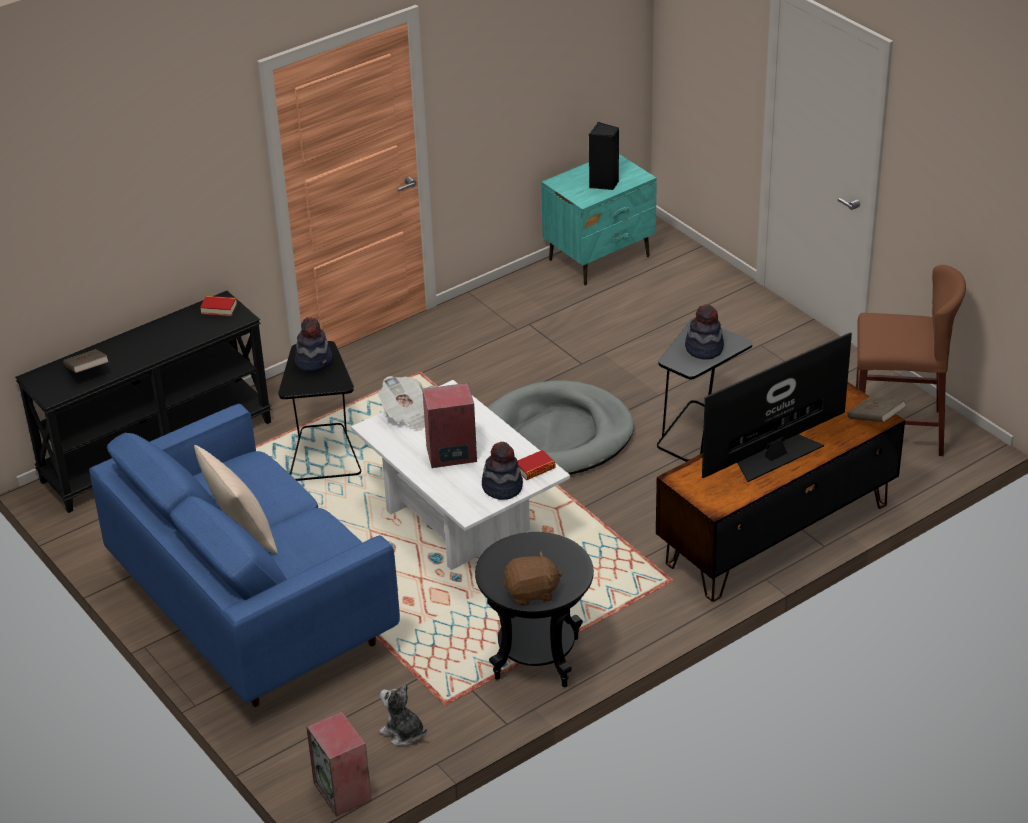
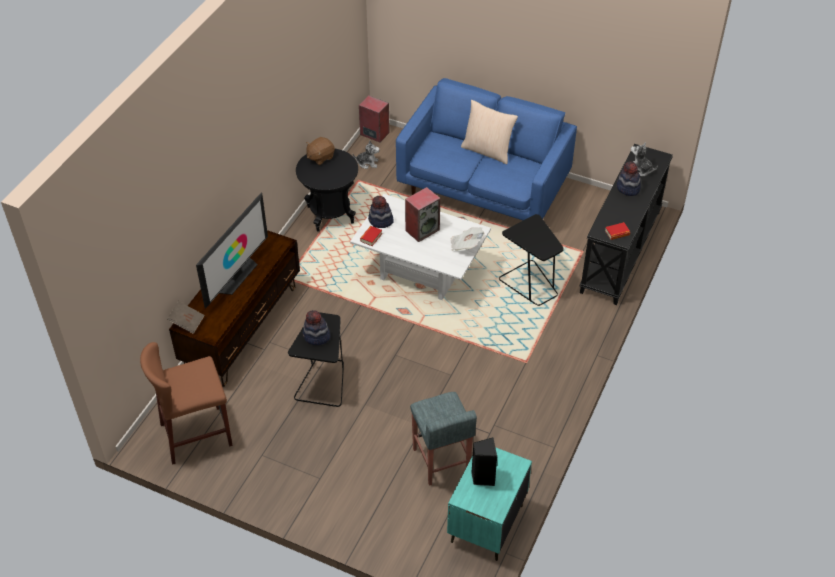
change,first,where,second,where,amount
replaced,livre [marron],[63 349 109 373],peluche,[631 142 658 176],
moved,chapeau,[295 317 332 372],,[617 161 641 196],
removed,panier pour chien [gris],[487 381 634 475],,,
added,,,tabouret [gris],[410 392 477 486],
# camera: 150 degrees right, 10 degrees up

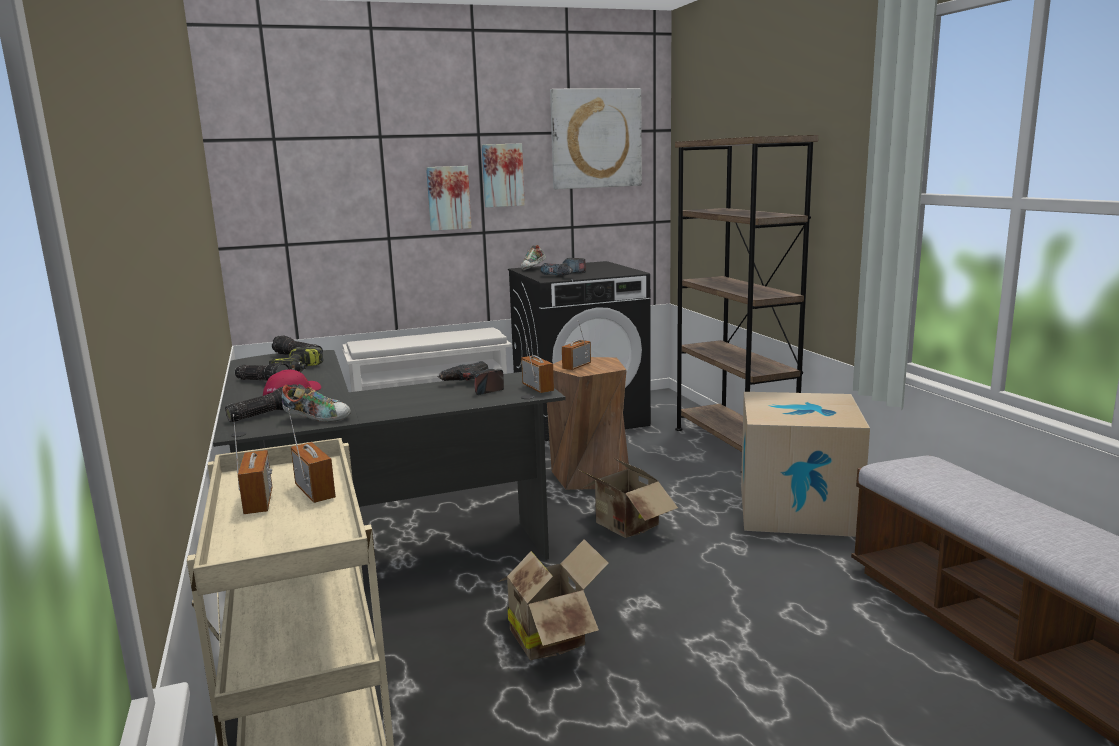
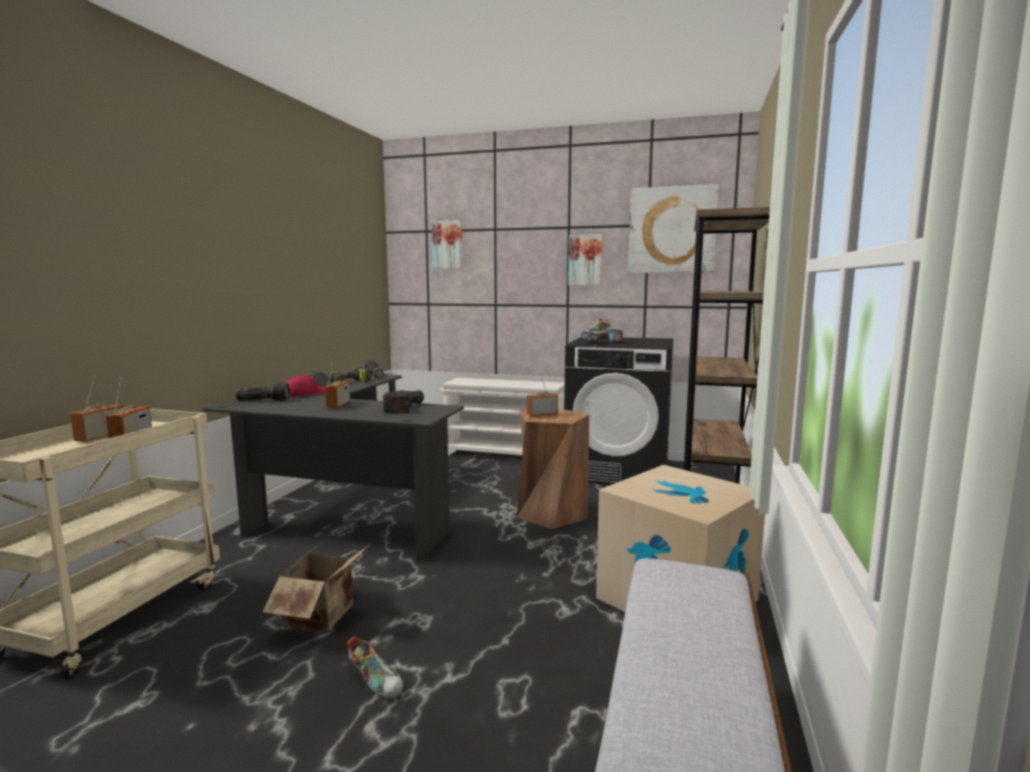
change,first,where,second,where,amount
moved,chaussure,[282 384 351 422],,[347 636 403 698],
moved,tableau,[426 166 472 231],,[432 220 463 269],
moved,radio,[521 329 554 393],,[325 362 350 408],
removed,carton,[579 458 678 538],,,
# camera: 35 degrees right, 5 degrees down

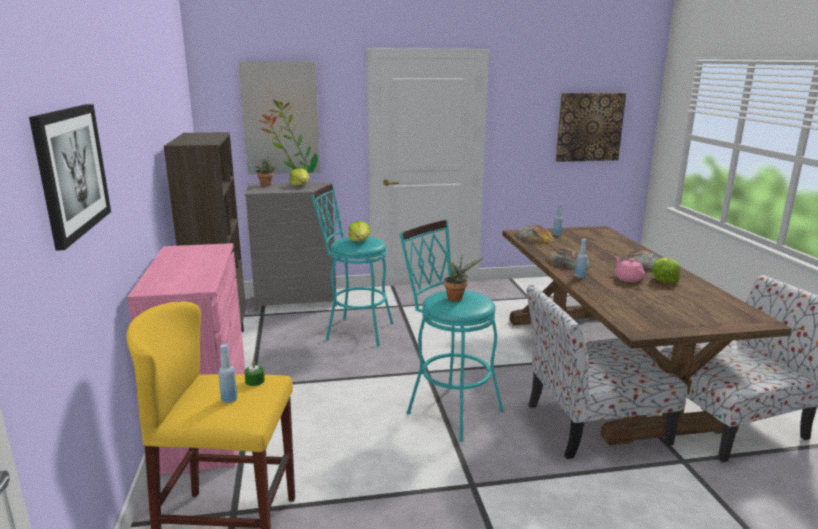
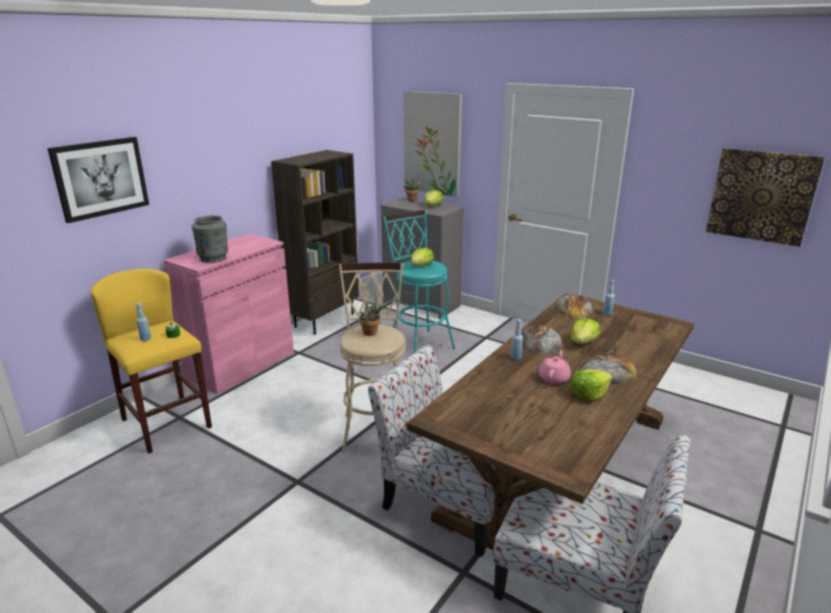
change,first,where,second,where,amount
recoloured,tabouret [turquoise],[399 220 504 441],tabouret [beige],[339 263 405 453],
added,,,vase [gris],[192 215 228 263],
added,,,laitue,[571 318 601 344],
# camera: 45 degrees right, 5 degrees up

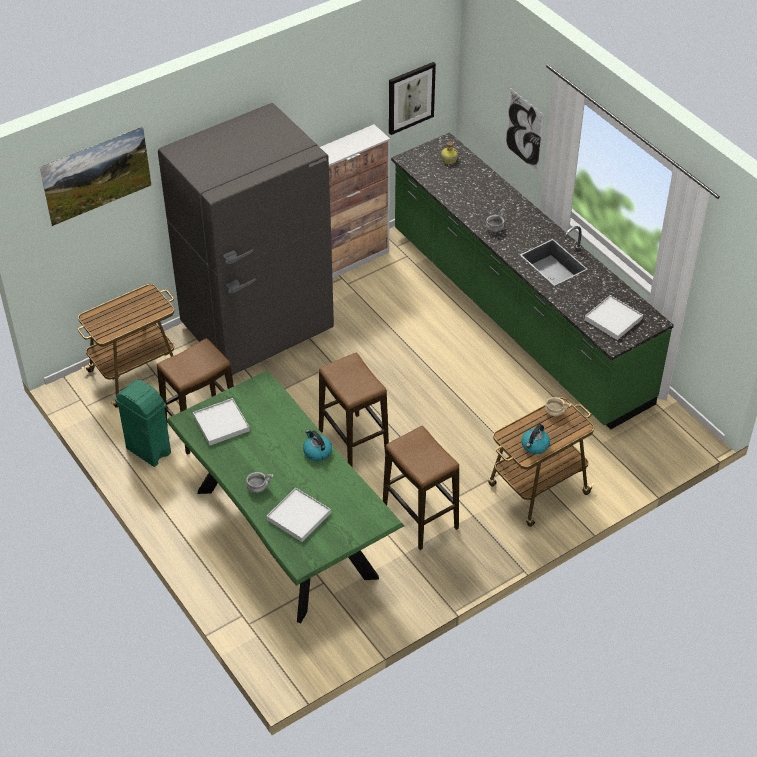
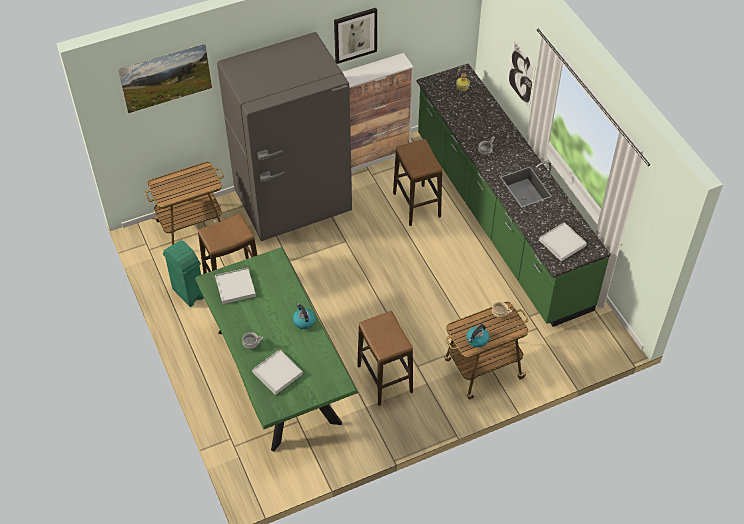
change,first,where,second,where,amount
moved,tabouret,[319 353 389 467],,[393 139 442 226],
moved,tableau,[389 62 436 135],,[334 8 377 64],
# camera: 10 degrees right, 5 degrees up

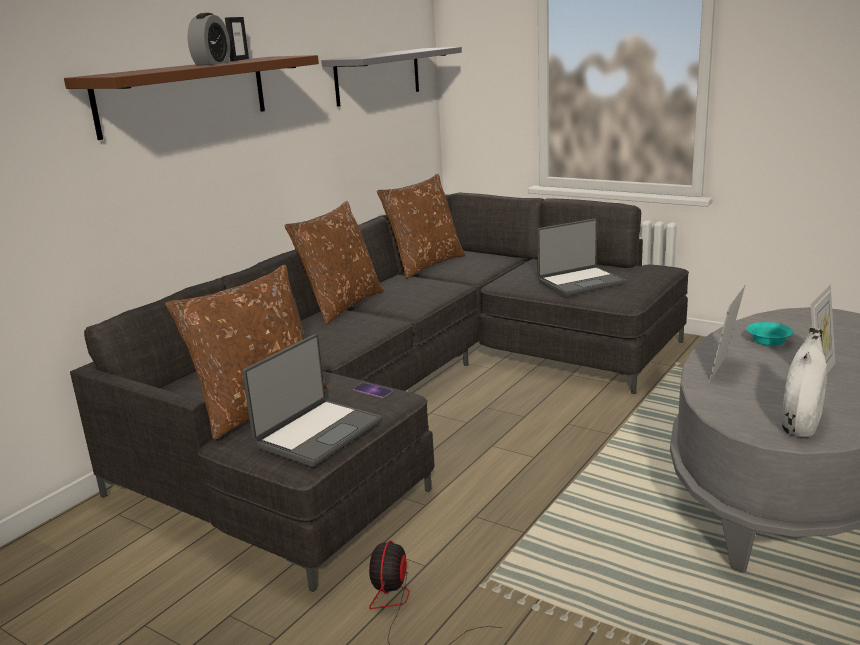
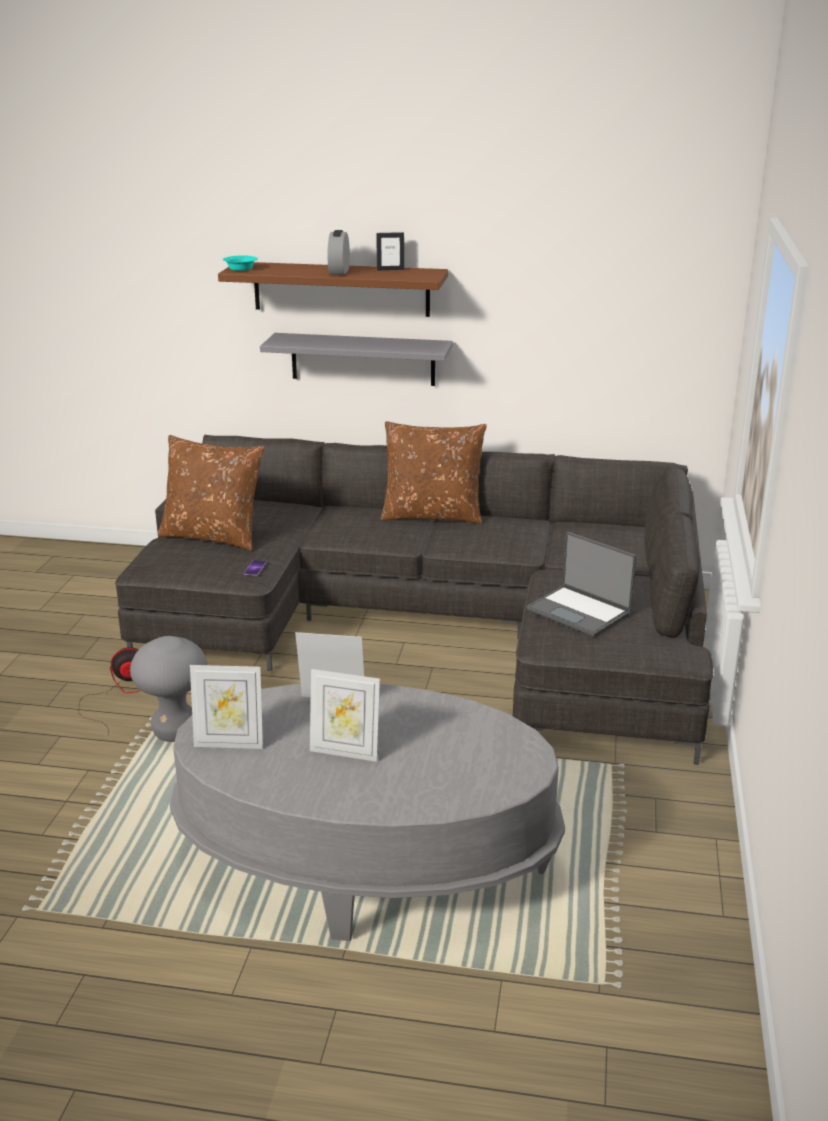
change,first,where,second,where,amount
turned,réveil,[187 13 230 66],,[327 230 350 275],105 degrees clockwise
removed,ordinateur portable,[242 334 381 467],,,
moved,étagère [gris],[321 47 462 107],,[260 333 453 386],
removed,coussin [marron],[377 174 465 279],,,
moved,bol [turquoise],[747 322 793 346],,[223 255 258 271],
replaced,vase [blanc],[782 328 827 437],cadre photo,[190 665 263 749],
added,,,tabouret [gris],[130 636 207 742],
# camera: 65 degrees right, 5 degrees up

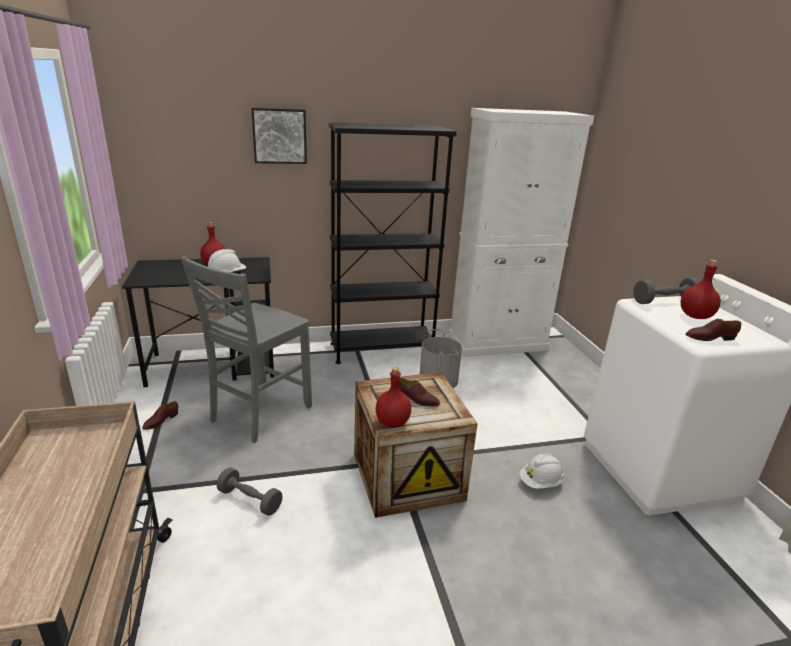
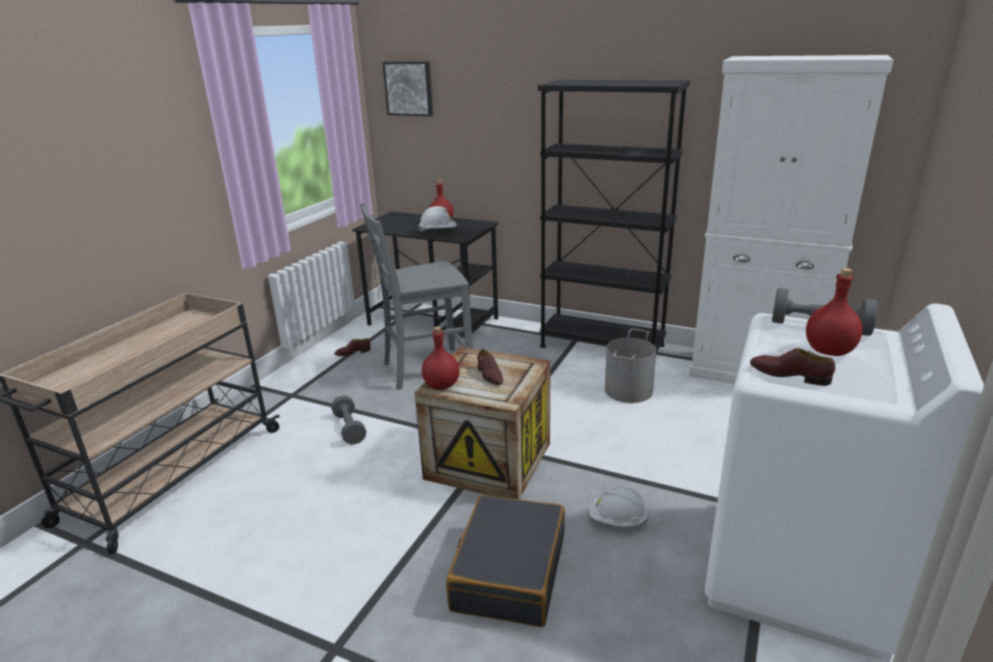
change,first,where,second,where,amount
moved,tableau,[251 108 307 164],,[383 62 433 116],
added,,,valise [noir],[446 495 565 627],
# camera: 40 degrees right, 0 degrees up

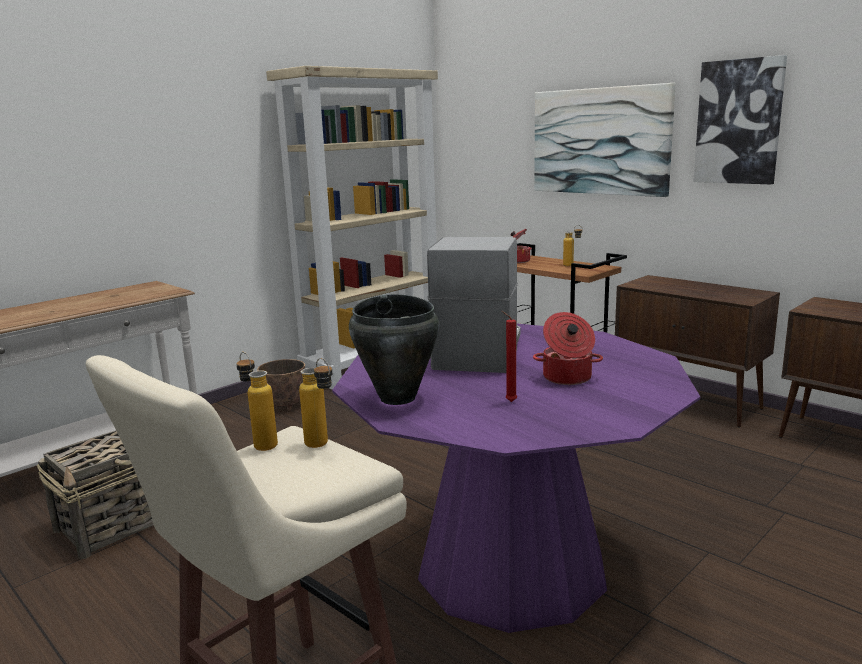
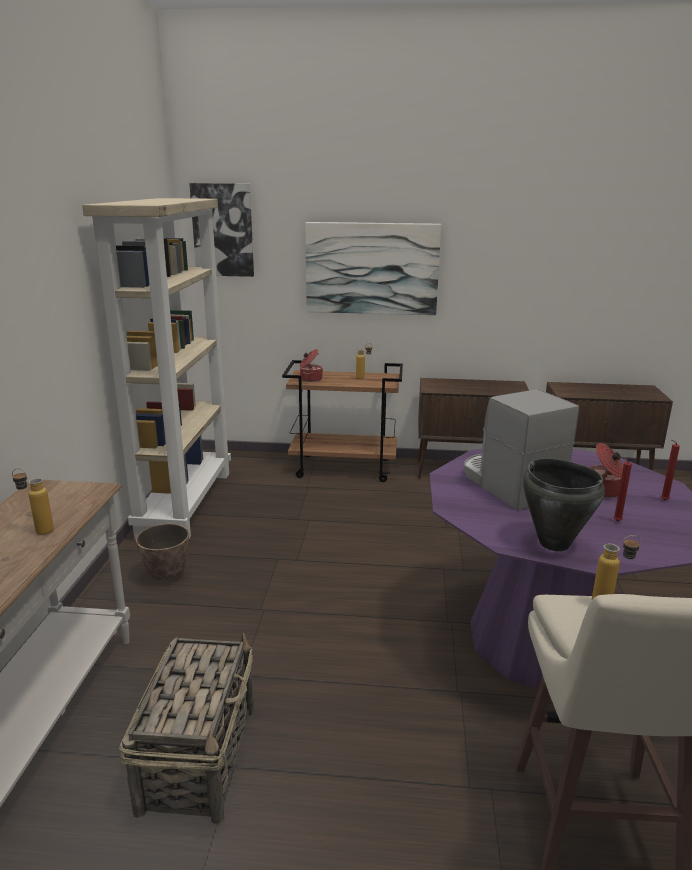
change,first,where,second,where,amount
moved,bouteille,[236 352 278 451],,[12 468 54 535],
moved,tableau,[693 55 787 184],,[189 183 254 277],
added,,,bougie [rouge],[661 440 680 501],
# camera: 40 degrees left, 5 degrees up

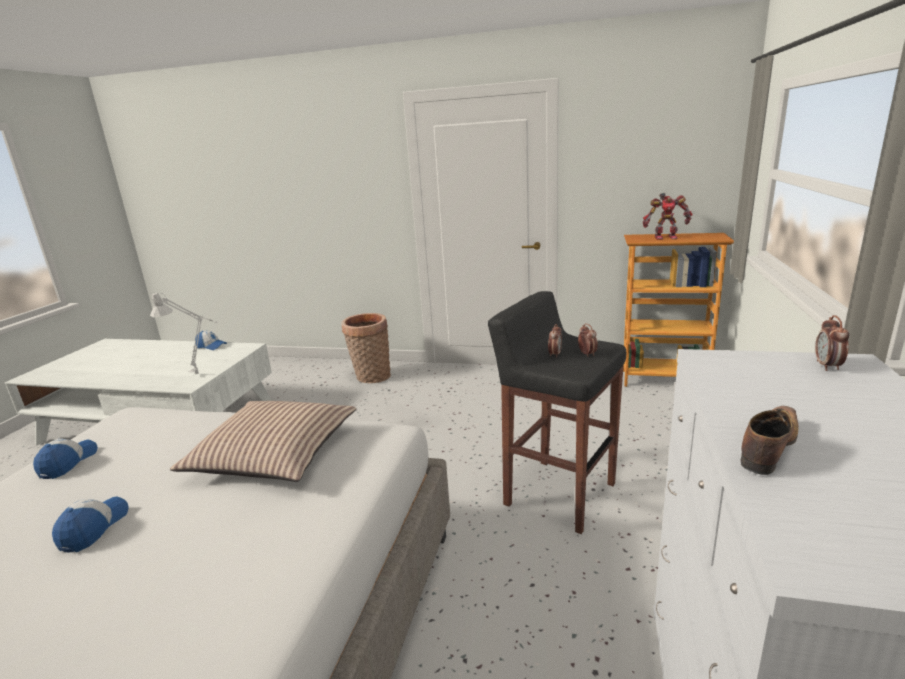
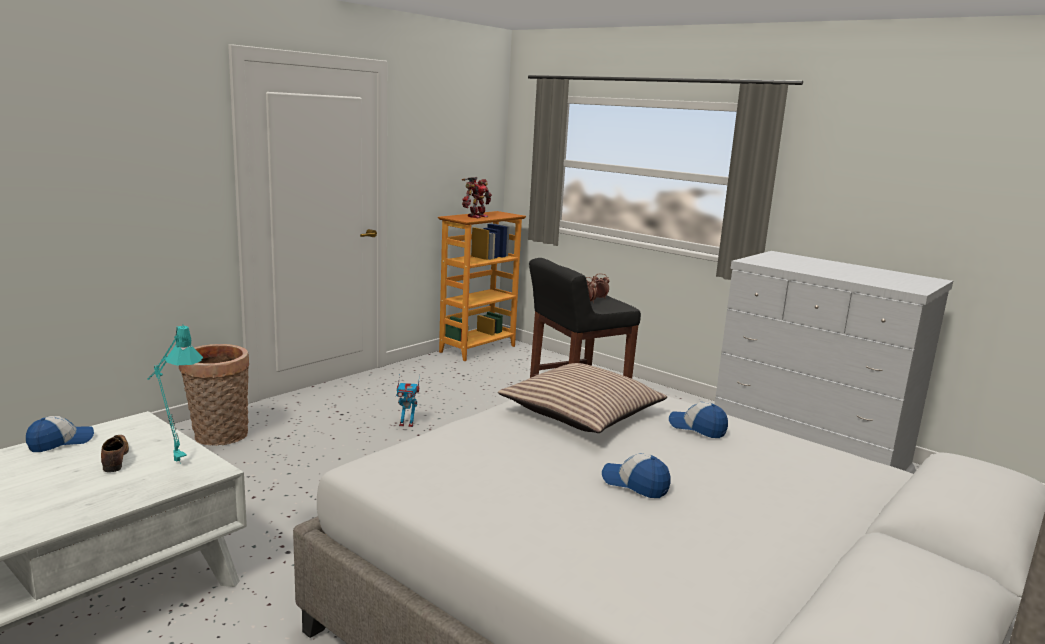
change,first,where,second,where,amount
moved,casquette,[33 439 98 479],,[669 402 728 438],
recoloured,lampe de table [gris],[150 292 218 374],lampe de table [turquoise],[147 324 203 464],
moved,chaussure,[740 406 798 475],,[101 435 129 472],
removed,réveil,[815 315 849 371],,,
added,,,robot jouet,[396 373 420 427],
# camera: 65 degrees left, 5 degrees down

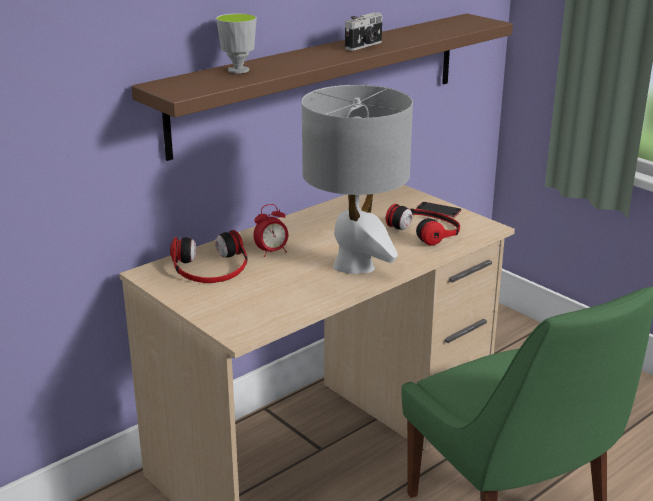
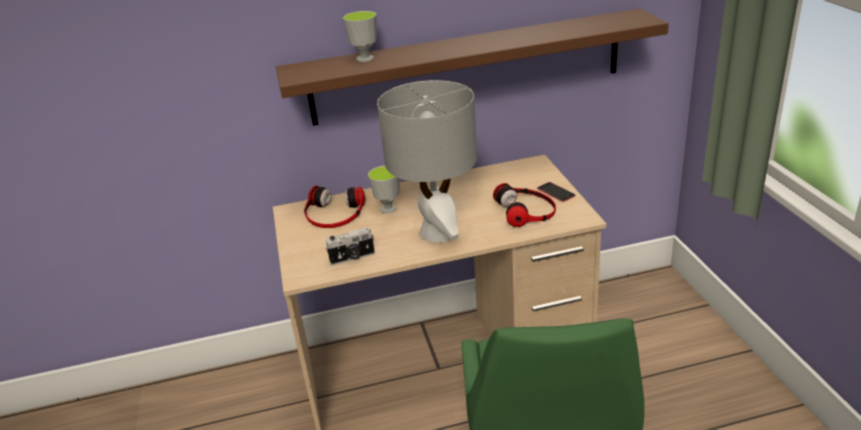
change,first,where,second,where,amount
replaced,réveil,[253 204 288 257],tasse,[368 166 400 213],
moved,appareil photo,[345 12 382 51],,[325 227 375 265],
# camera: 30 degrees right, 5 degrees up

